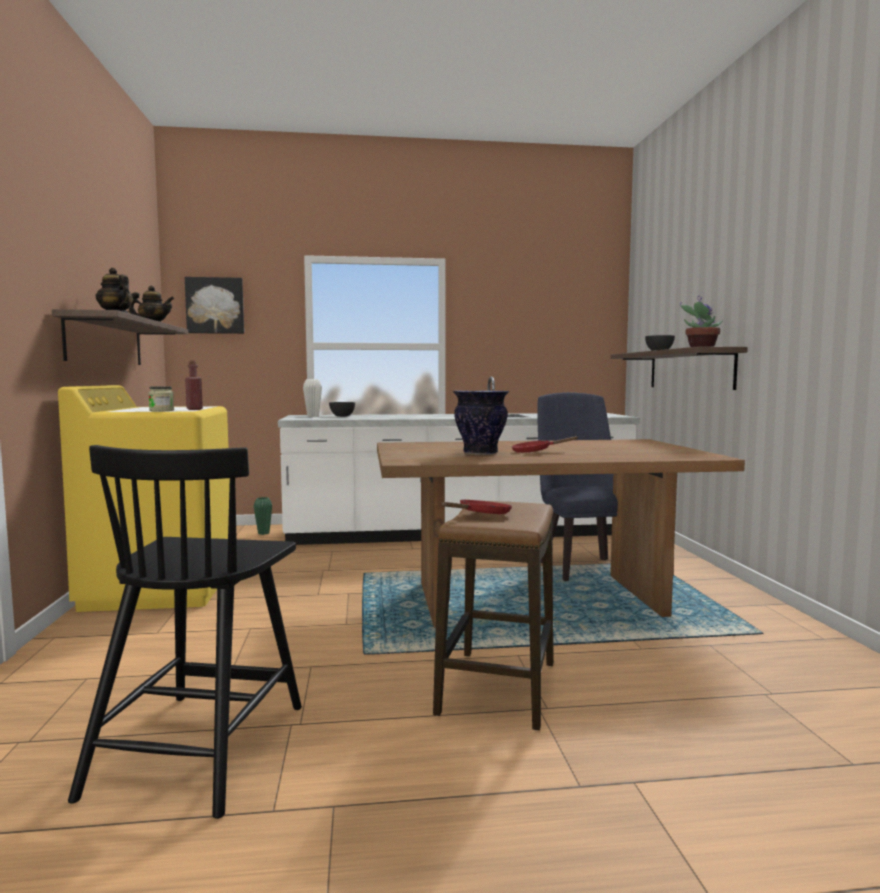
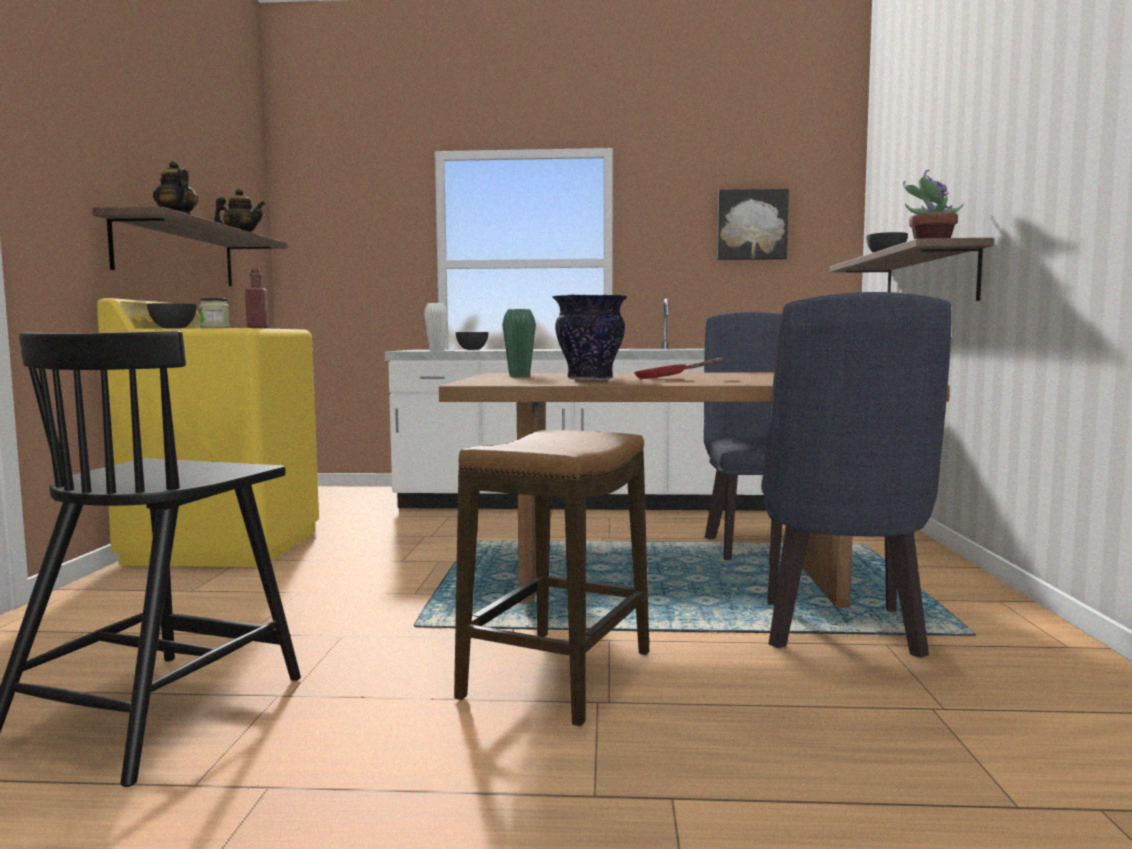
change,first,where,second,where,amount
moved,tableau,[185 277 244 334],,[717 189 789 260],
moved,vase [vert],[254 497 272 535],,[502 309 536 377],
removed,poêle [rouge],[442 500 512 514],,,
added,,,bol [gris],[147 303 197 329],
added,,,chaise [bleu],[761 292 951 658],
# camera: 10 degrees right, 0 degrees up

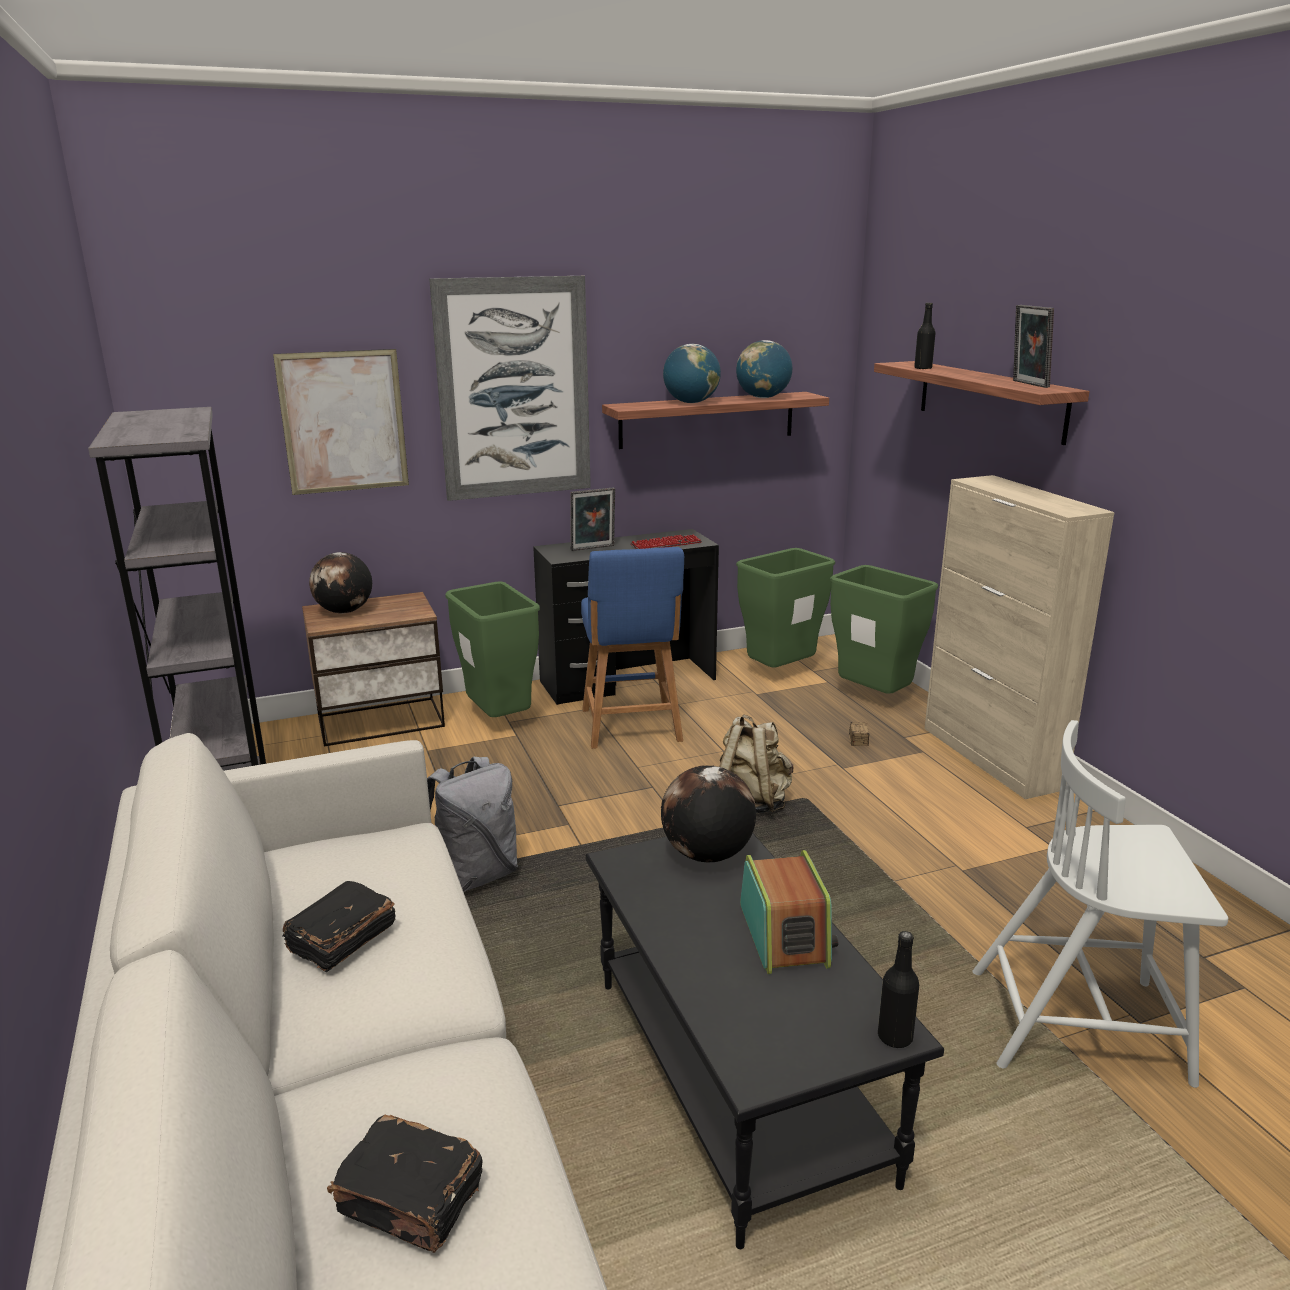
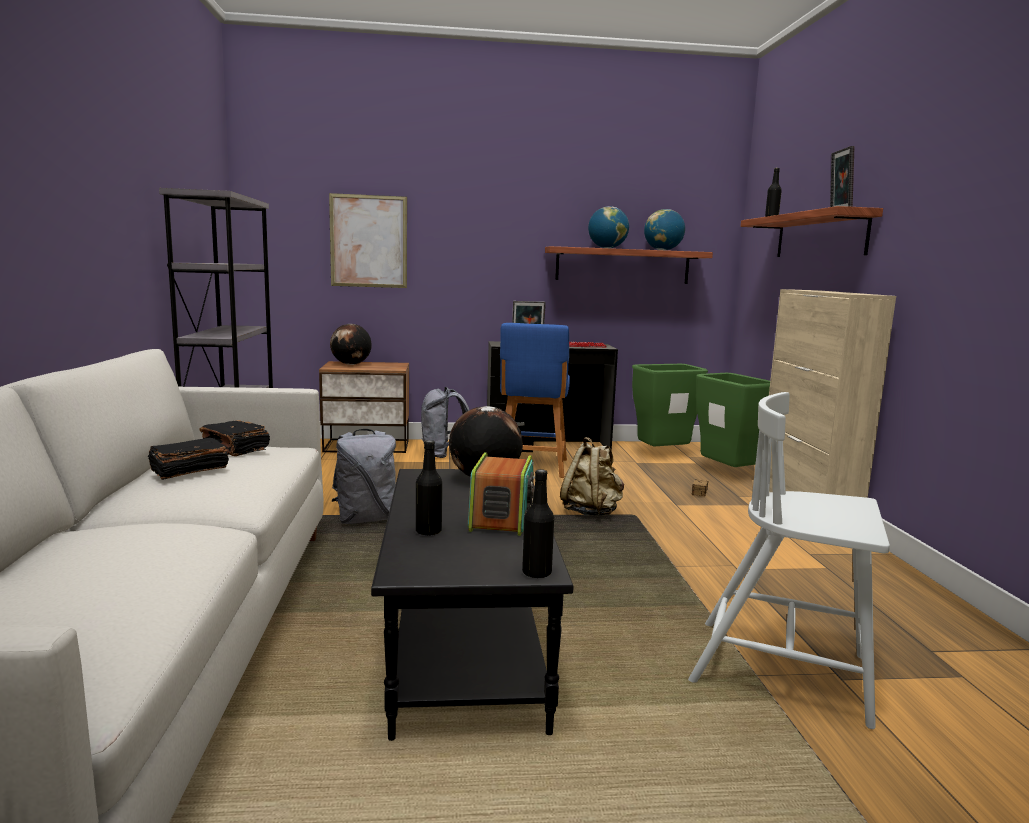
change,first,where,second,where,amount
moved,livre [noir],[327 1115 483 1253],,[200 420 270 456],
removed,tableau,[429 276 591 501],,,
replaced,poubelle [vert],[445 582 540 717],sac à dos [gris],[421 387 469 458],
added,,,bouteille [noir],[416 440 442 536],
# camera: 15 degrees right, 10 degrees down

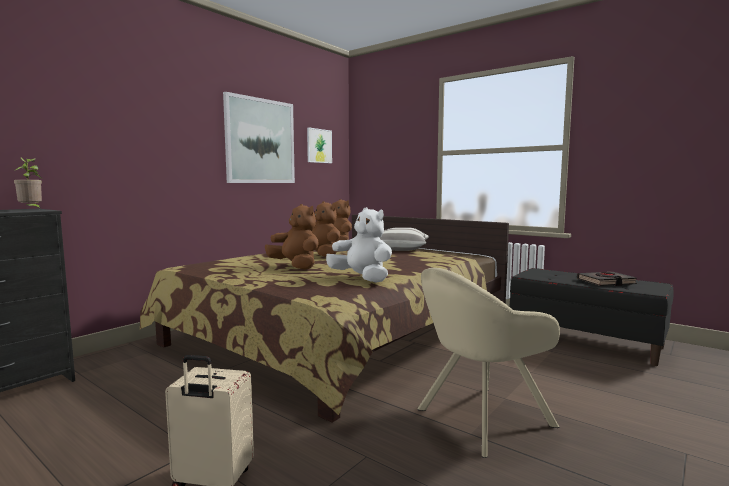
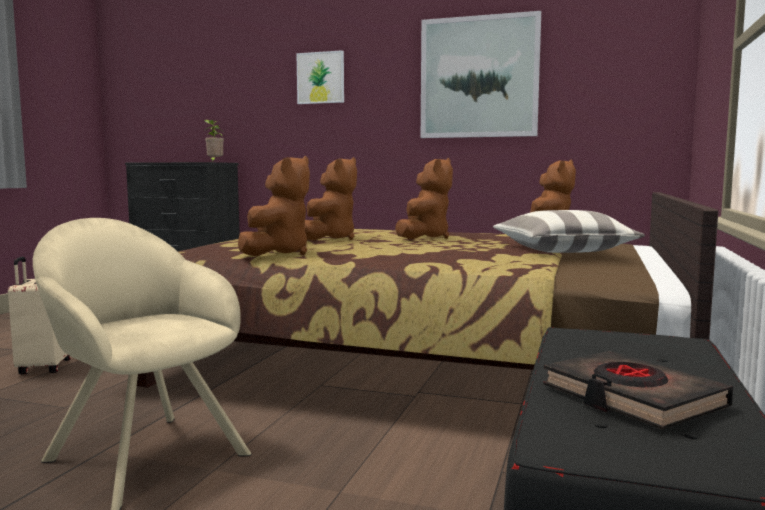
change,first,where,second,where,amount
moved,tableau,[307 127 332 163],,[296 50 344 104],
recoloured,peluche [blanc],[326 207 392 283],peluche [marron],[238 156 310 256],
# camera: 70 degrees right, 0 degrees up

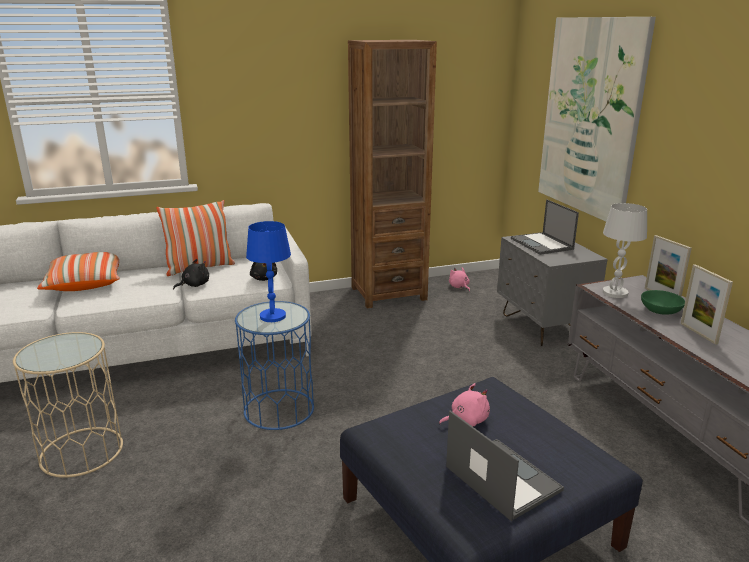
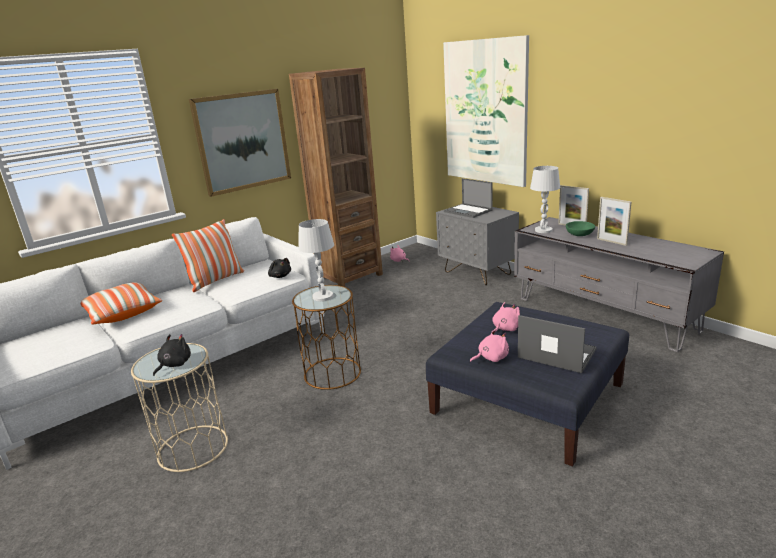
change,first,where,second,where,amount
moved,peluche [noir],[173 259 209 289],,[153 334 191 376],
recoloured,table d'appoint [bleu],[235 301 314 430],table d'appoint [marron],[292 285 361 390],
recoloured,lampe de table [bleu],[246 221 291 322],lampe de table [blanc],[298 219 334 301],
added,,,tableau,[189 89 291 197],
added,,,peluche [rose],[470 329 509 363],
# camera: 20 degrees left, 0 degrees up

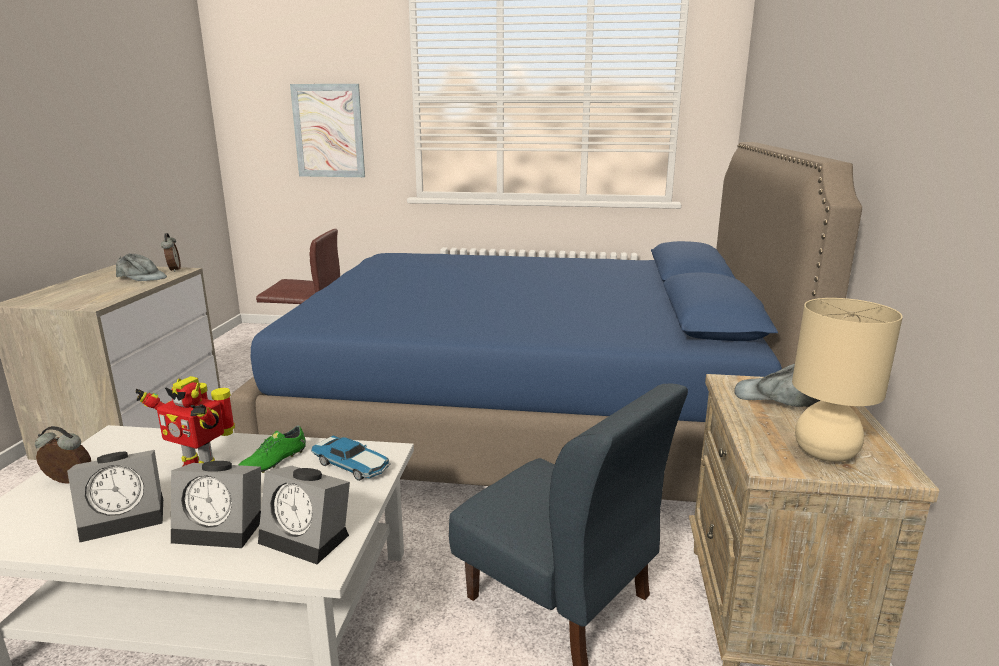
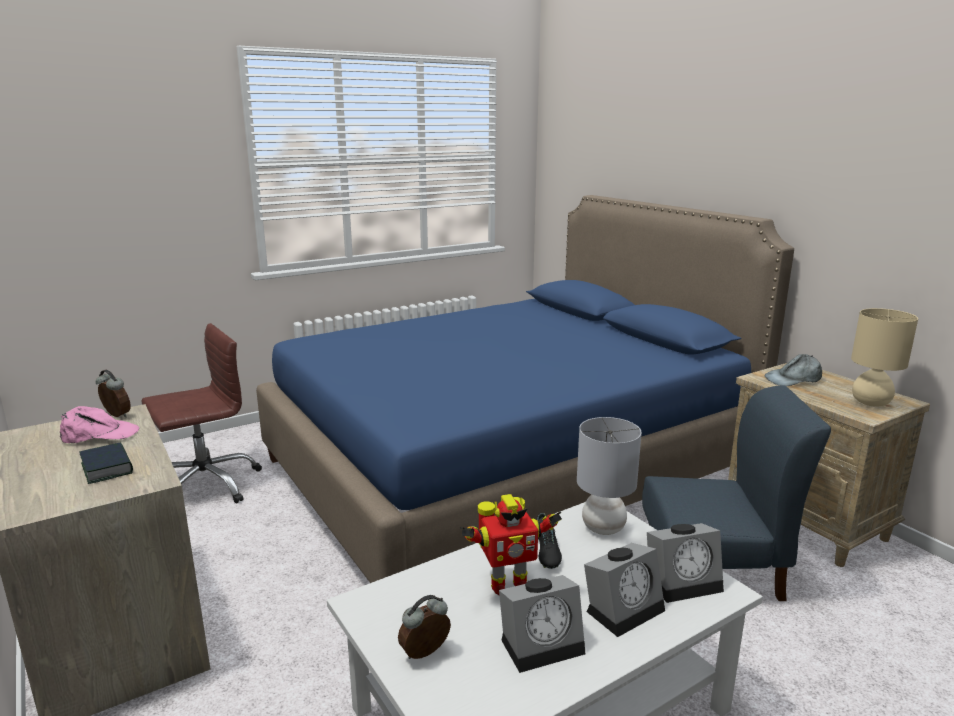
change,first,where,second,where,amount
turned,réveil,[67 450 163 542],,[499 575 585 673],45 degrees clockwise
recoloured,casquette [gris],[116 253 167 281],casquette [rose],[60 406 139 443],
recoloured,chaussure [vert],[238 426 306 473],chaussure [noir],[537 513 562 569],
removed,tableau,[290 84 365 177],,,
replaced,petite voiture,[311 435 391 481],lampe de table [gris],[577 417 642 535],
added,,,livre,[79 442 133 484],
# camera: 40 degrees left, 0 degrees up

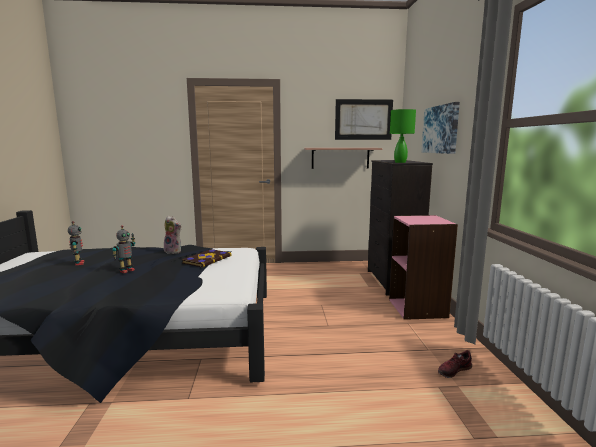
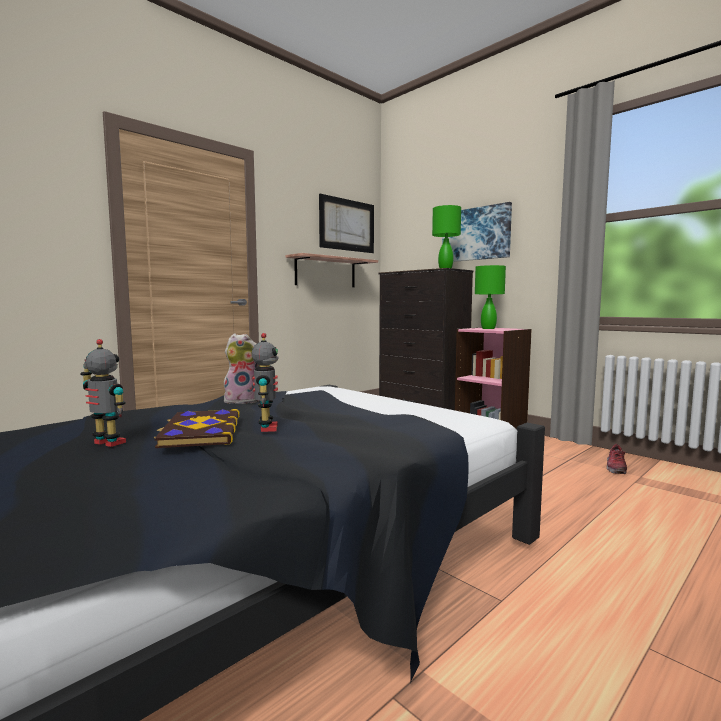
change,first,where,second,where,amount
moved,livre,[182 249 232 268],,[154 409 240 448],
added,,,lampe de table [vert],[475 265 506 329],
# camera: 40 degrees left, 5 degrees down

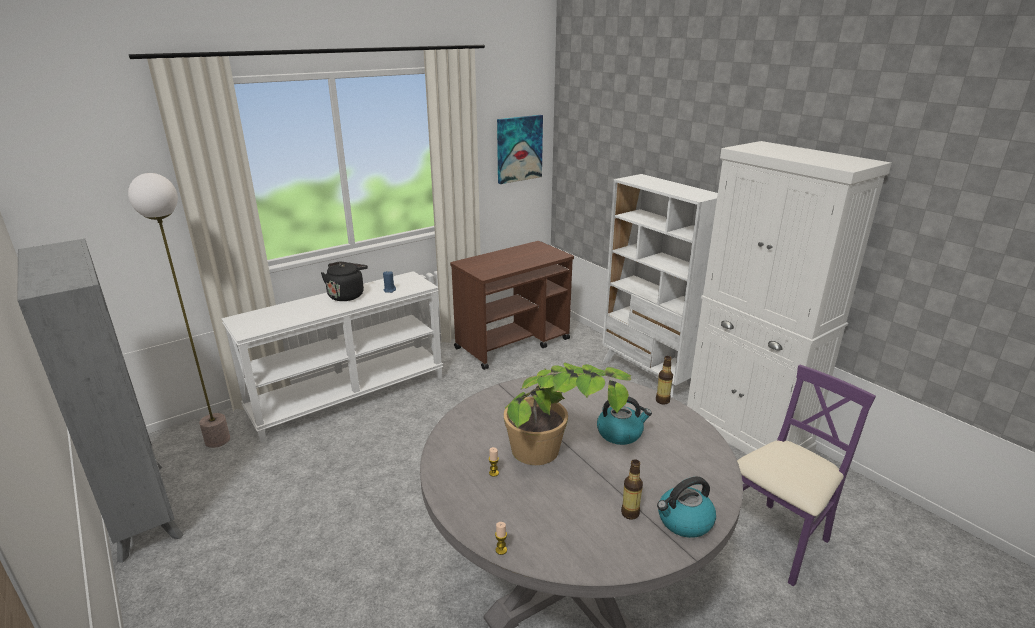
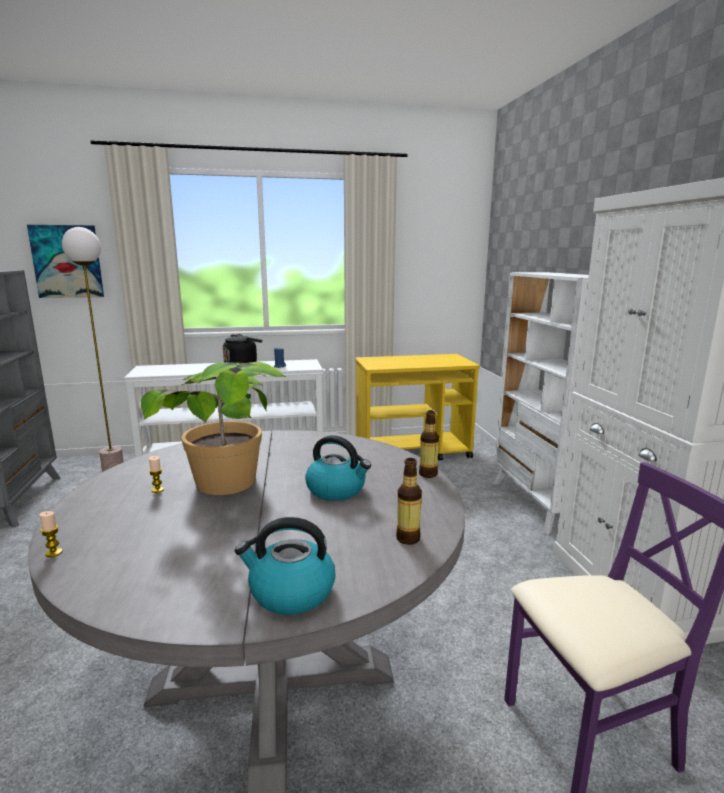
change,first,where,second,where,amount
recoloured,chariot [marron],[450 241 574 370],chariot [jaune],[355 354 480 460],
moved,tableau,[497 115 543 184],,[27 225 104 298],
moved,bouteille,[621 459 643 520],,[396 458 422 545],
# camera: 25 degrees right, 10 degrees down

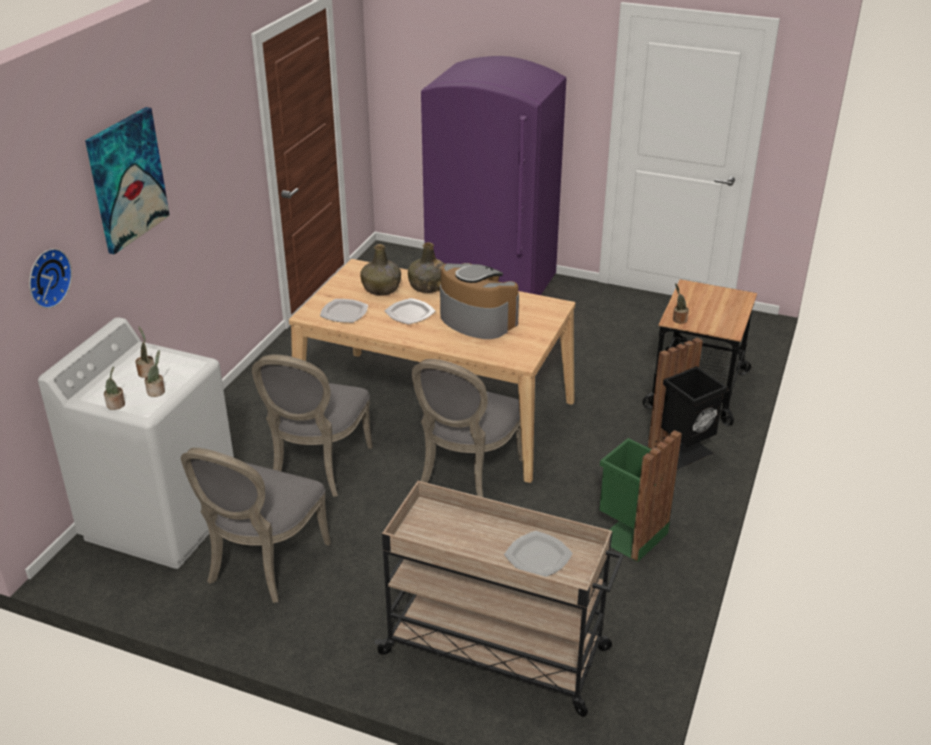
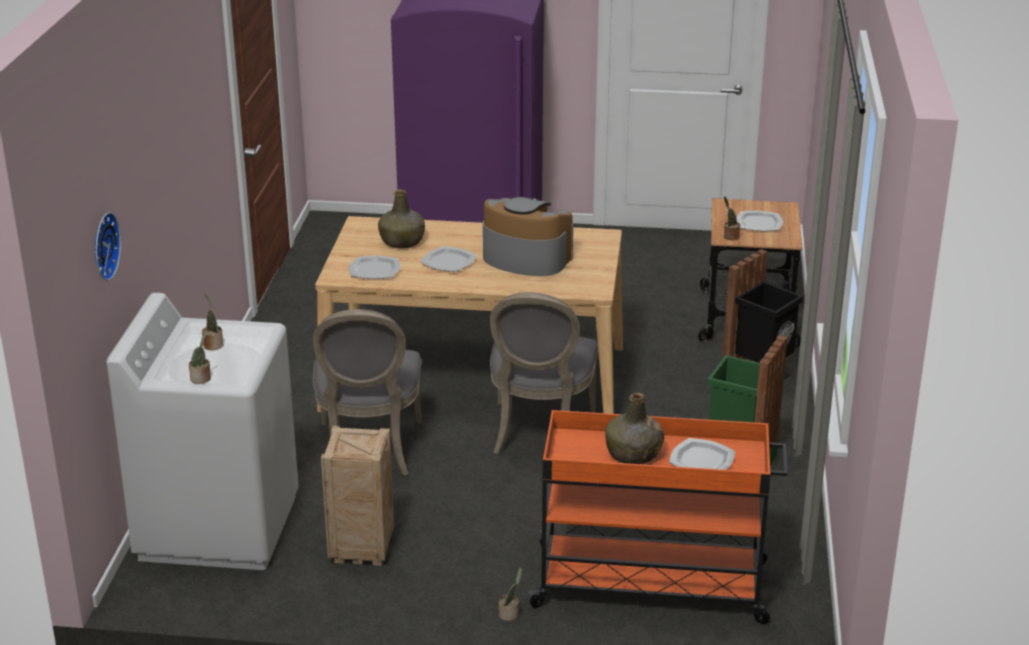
change,first,where,second,where,amount
removed,tableau,[85 107 170 255],,,
moved,plante en pot,[144 350 165 397],,[499 568 522 621],
replaced,chaise [gris],[181 448 331 603],caisse,[321 426 394 566],
recoloured,chariot [beige],[374 481 624 717],chariot [orange],[527 410 788 624],
moved,bouteille [vert],[408 242 444 293],,[605 393 664 464],
added,,,assiette,[737 211 783 231],
# camera: 15 degrees left, 5 degrees down

